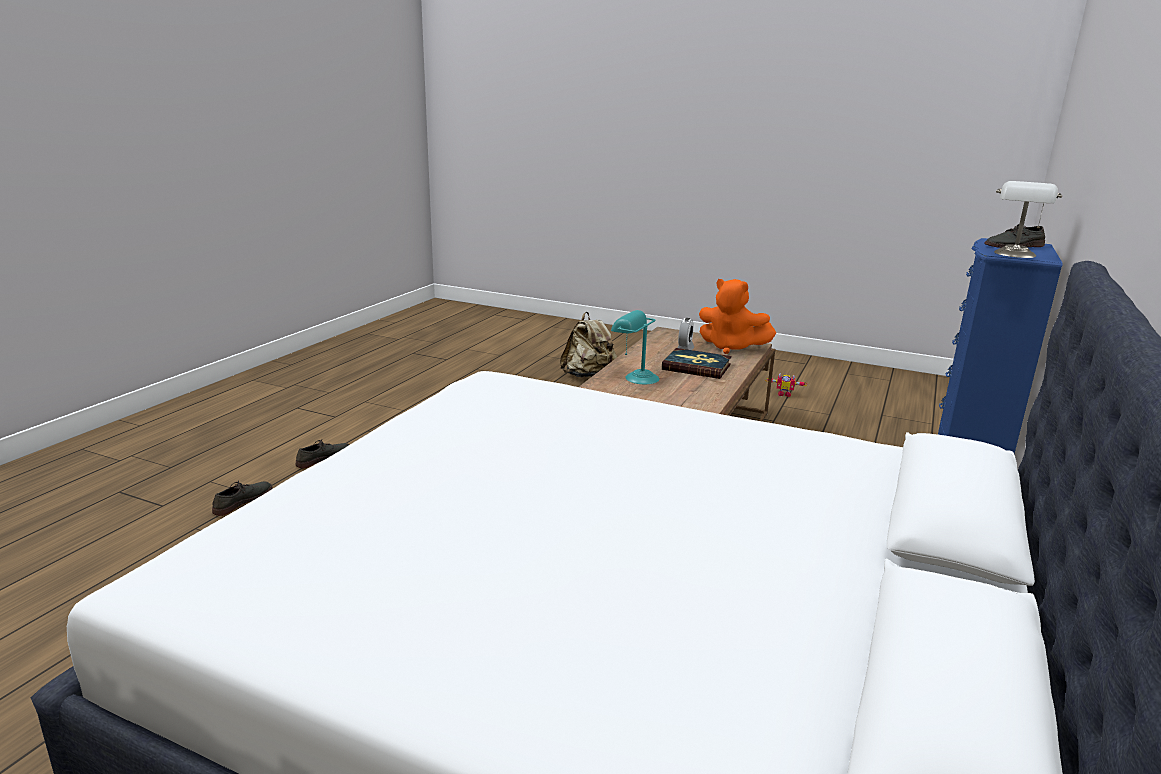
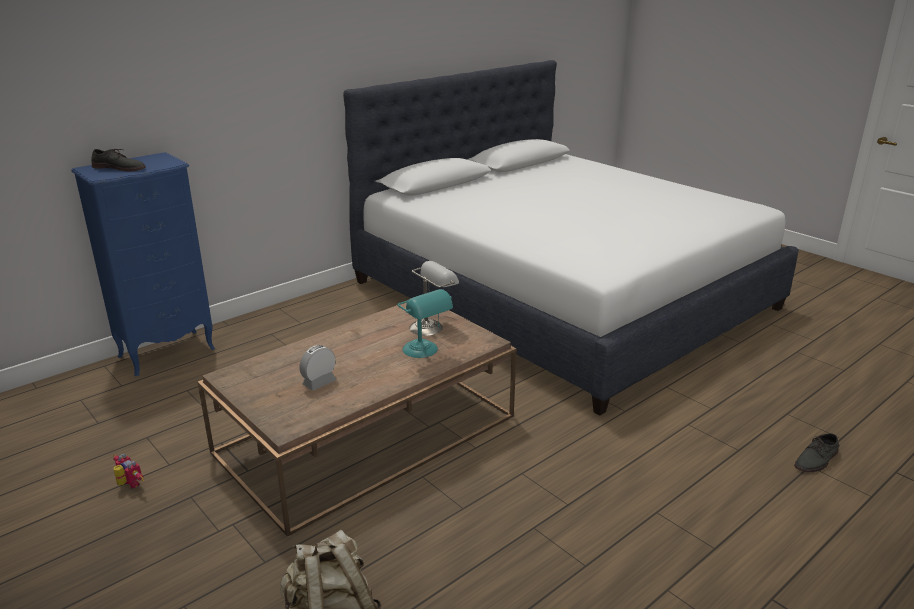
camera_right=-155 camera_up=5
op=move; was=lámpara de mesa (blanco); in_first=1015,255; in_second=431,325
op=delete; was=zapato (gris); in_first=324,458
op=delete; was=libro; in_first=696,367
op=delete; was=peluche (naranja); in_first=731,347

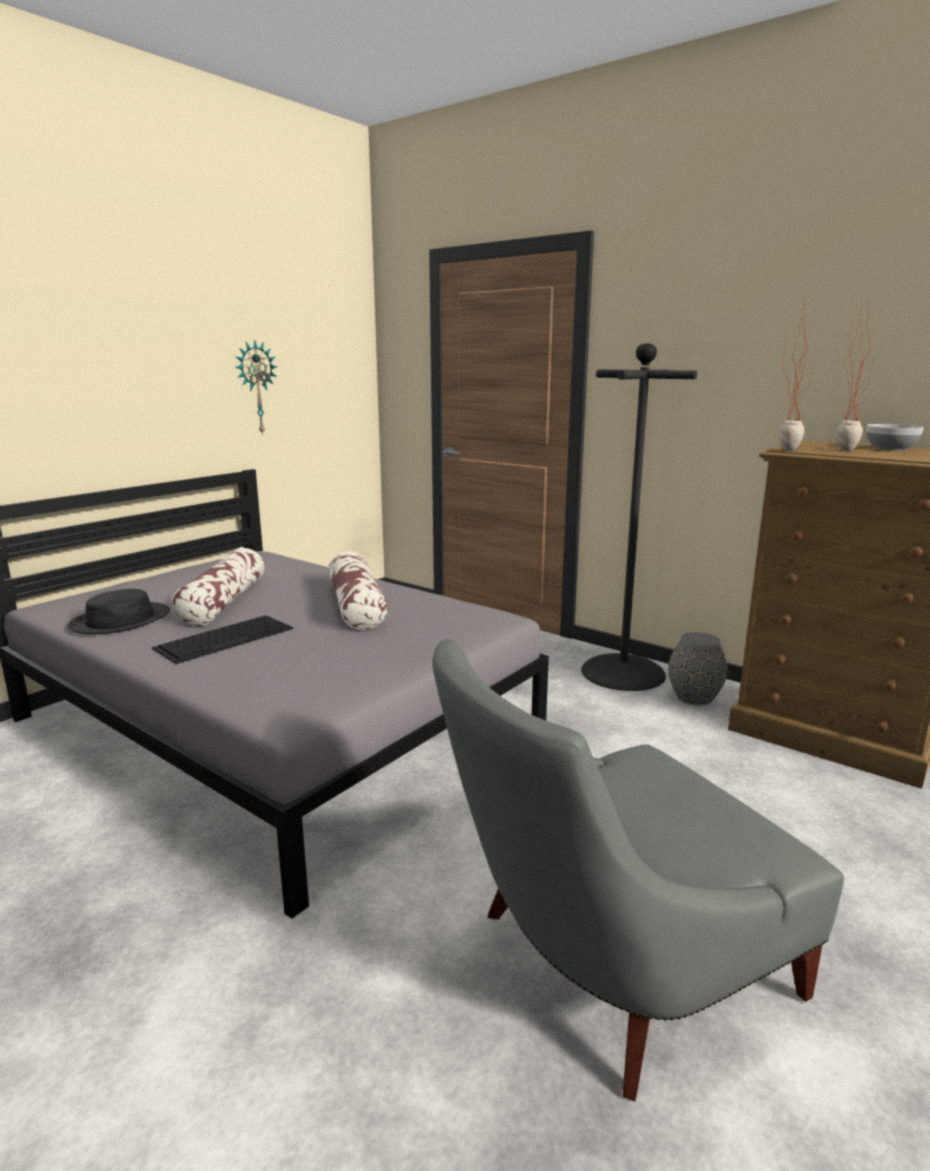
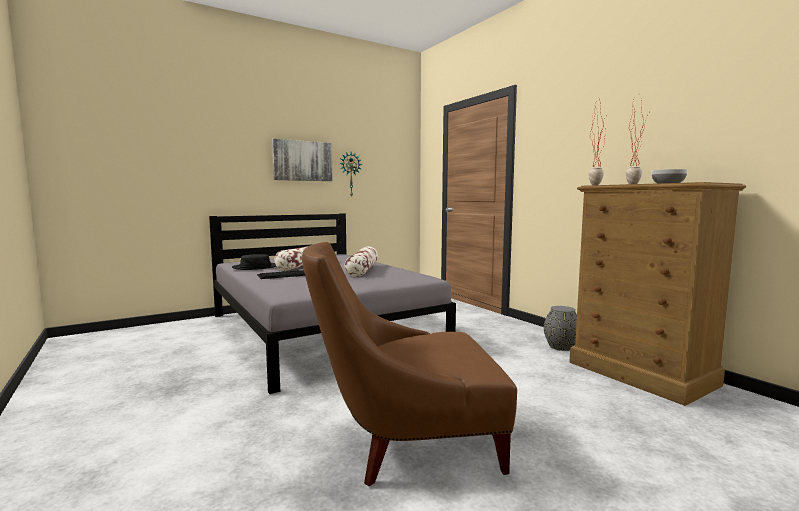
camera_right=20 camera_up=-10
op=insert; now=cuadro; in_second=302,161
op=recolor; was=sillón (gris); now=sillón (marrón); in_first=611,964; in_second=405,438
op=delete; was=perchero (negro); in_first=623,672

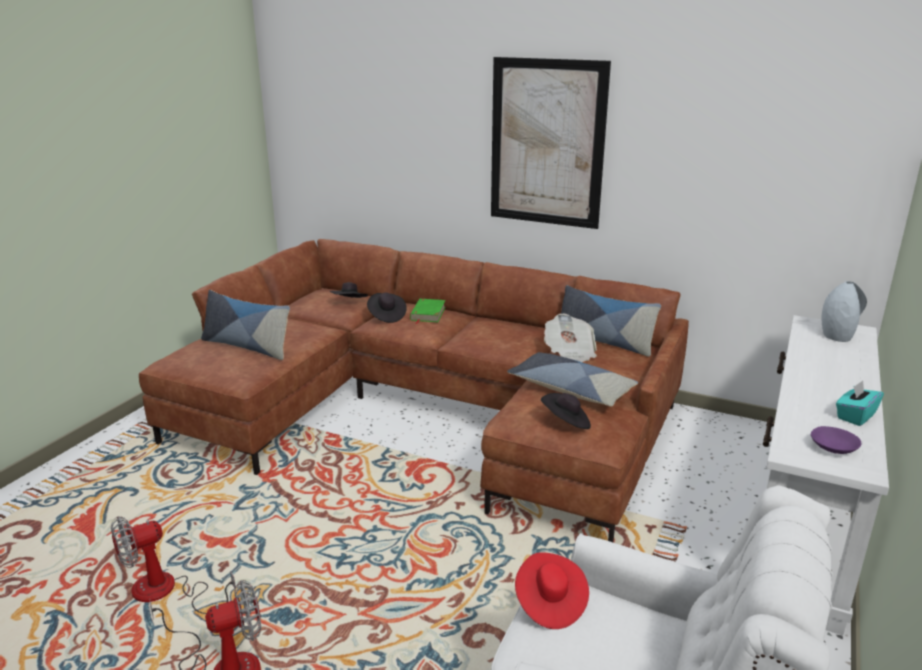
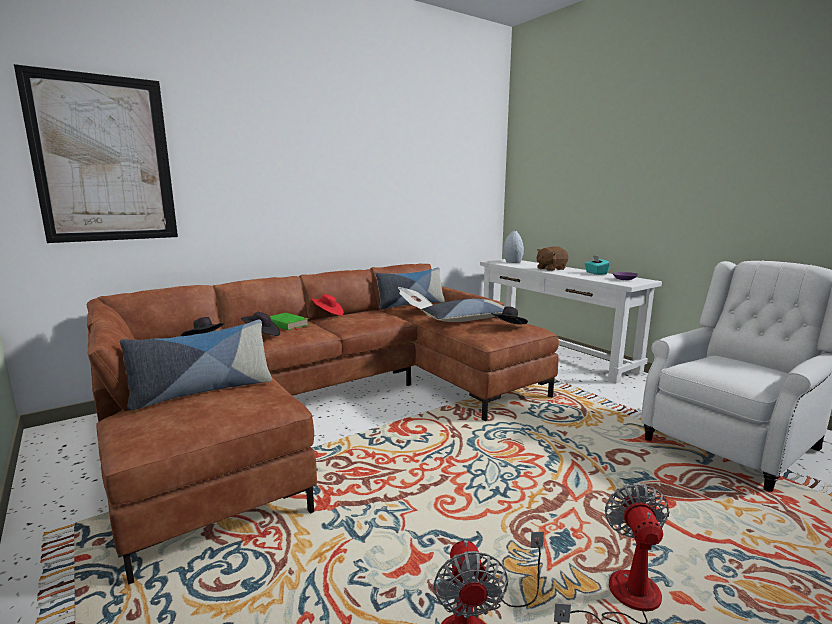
camera_right=-60 camera_up=-10
op=move; was=cuadro; in_first=547,143; in_second=104,160
op=move; was=sombrero (rojo); in_first=549,603; in_second=328,314
op=insert; now=peluche (marrón); in_second=550,269

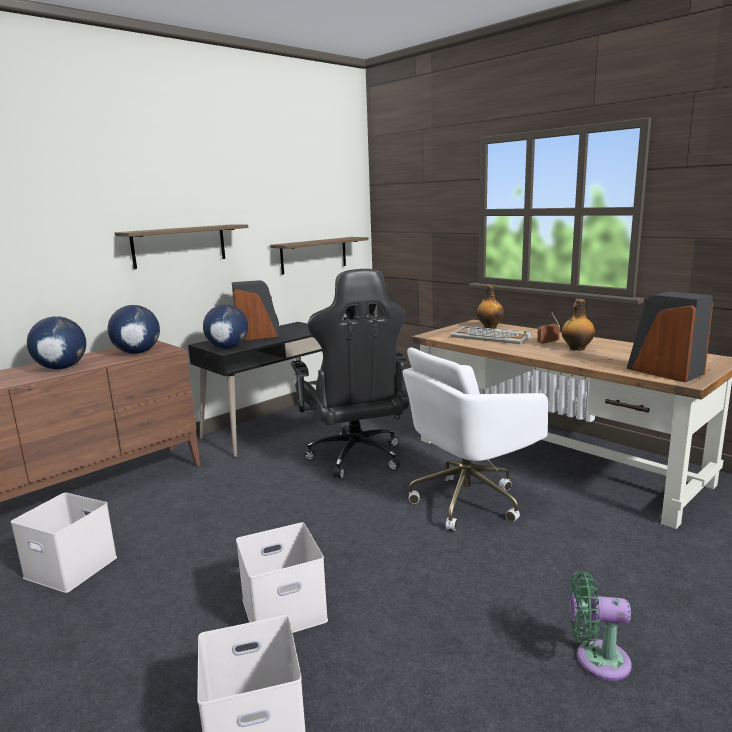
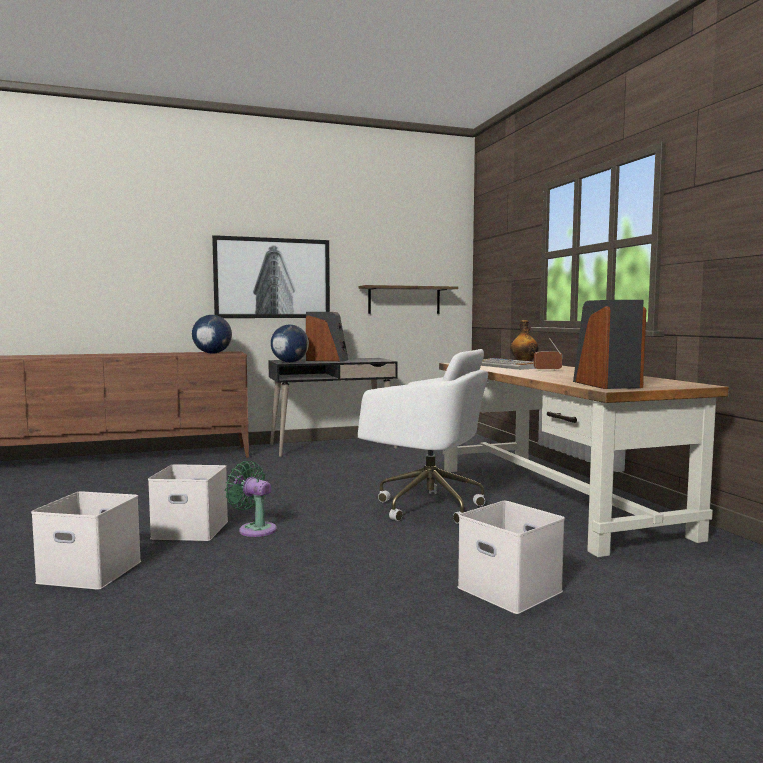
camera_right=25 camera_up=-10
op=replace; was=estante; now=cuadro; in_first=179,245; in_second=272,278
op=move; was=ventilador (verde); in_first=596,659; in_second=254,529
op=rotate; was=silla de oficina (blanco); in_first=470,501; in_second=424,507; clockwise=-150
op=move; was=caja de almacenaje (blanco); in_first=73,567; in_second=512,589
op=delete; was=globo terráqueo; in_first=61,368
op=delete; was=silla de oficina (negro); in_first=354,454
op=delete; was=botella; in_first=576,349

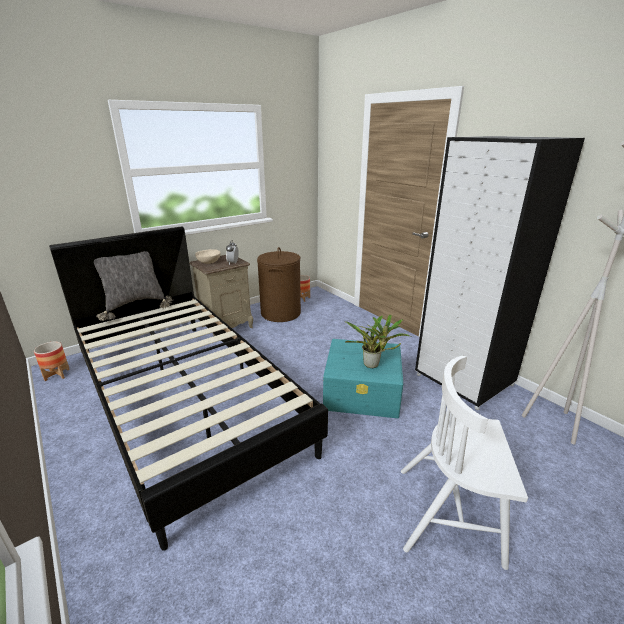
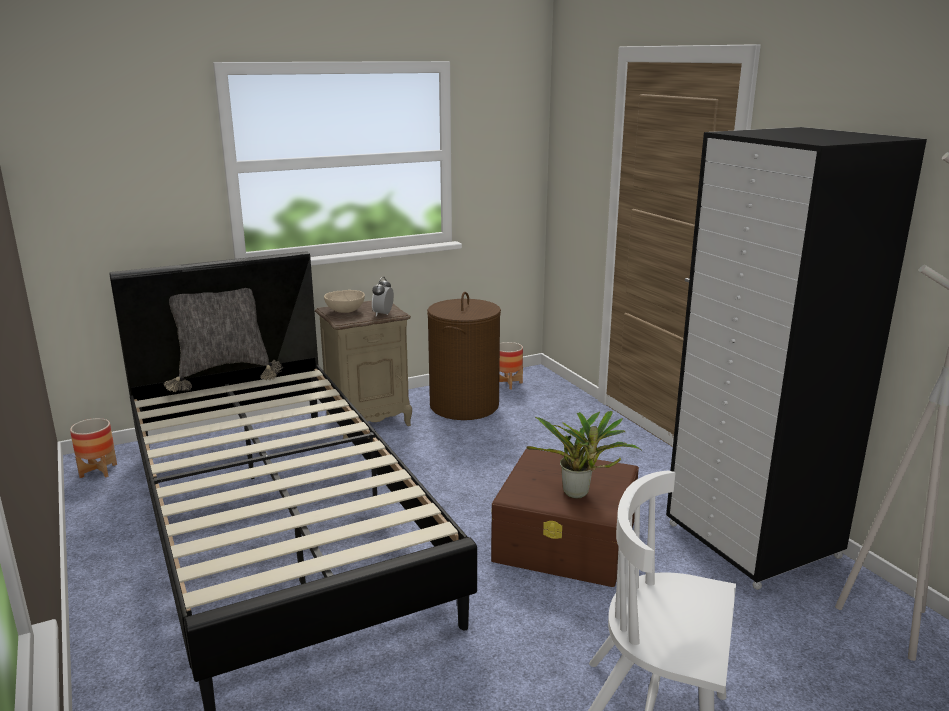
camera_right=10 camera_up=-5
op=recolor; was=caja de almacenaje (turquesa); now=caja de almacenaje (marrón); in_first=362,391; in_second=566,540

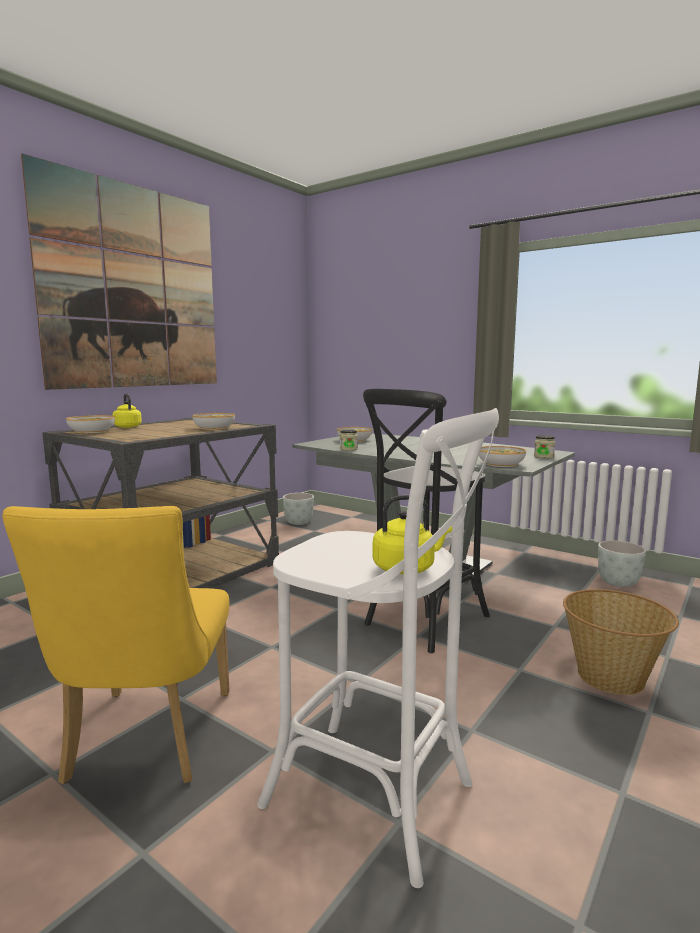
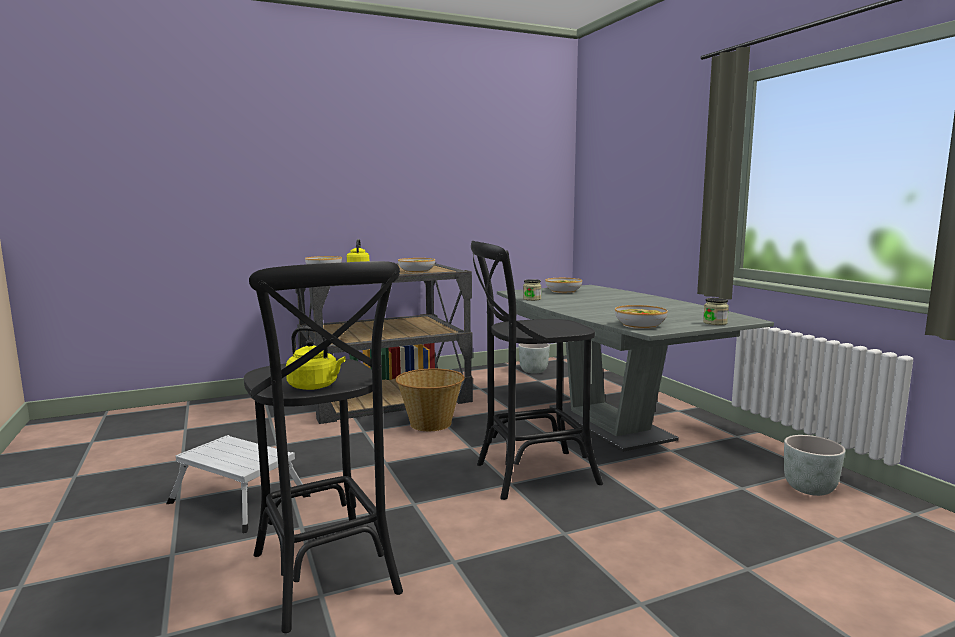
camera_right=30 camera_up=0
op=replace; was=silla (amarillo); now=escalera de tijera (blanco); in_first=145,743; in_second=238,499
op=recolor; was=taburete (blanco); now=taburete (negro); in_first=377,799; in_second=326,577
op=move; was=cesta; in_first=612,677; in_second=431,424
op=delete; was=cuadro; in_first=134,288

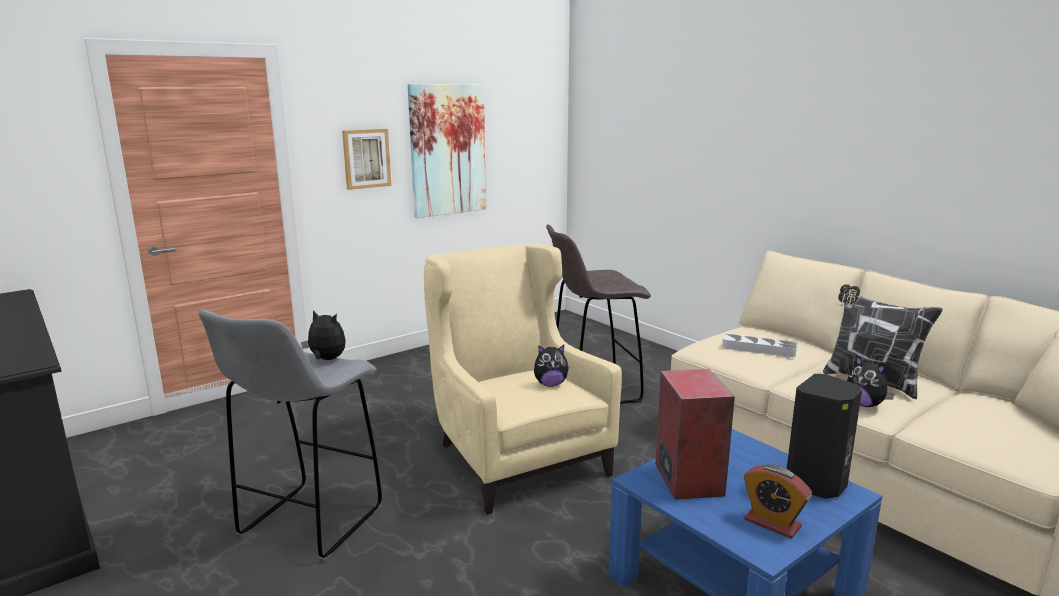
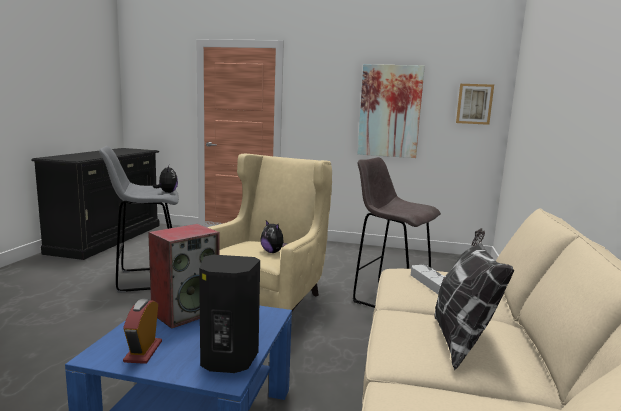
camera_right=50 camera_up=-5
op=move; was=cuadro; in_first=366,158; in_second=474,104
op=delete; was=peluche; in_first=865,404

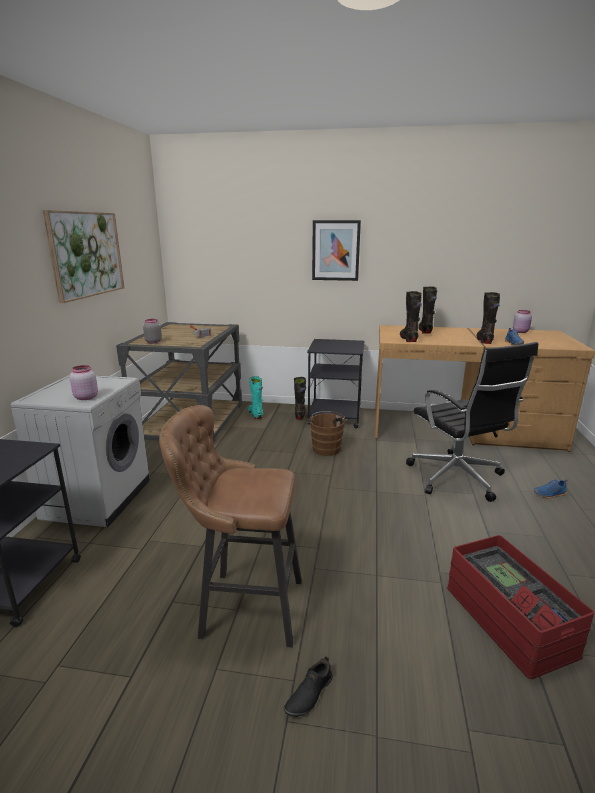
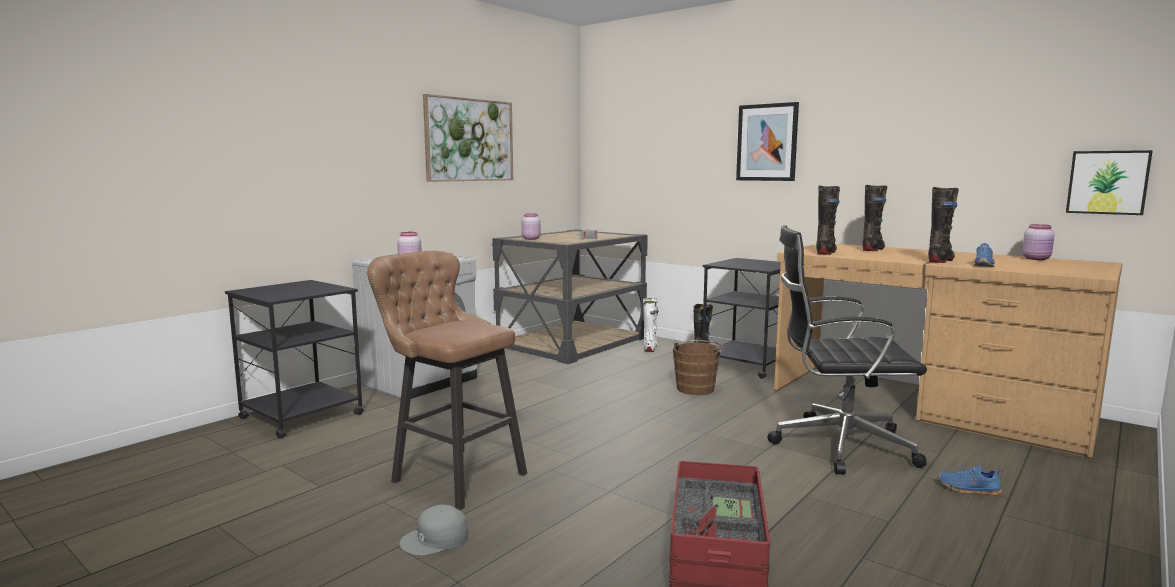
camera_right=30 camera_up=-10
op=replace; was=zapato (negro); now=gorra (gris); in_first=309,694; in_second=435,539
op=recolor; was=tarro (gris); now=tarro (rosa); in_first=153,342; in_second=530,239
op=recolor; was=bota (turquesa); now=bota (blanco); in_first=255,414; in_second=650,348
op=rotate; was=silla de oficina (negro); in_first=457,478; in_second=838,445; clockwise=90
op=insert; now=cuadro; in_second=1107,182

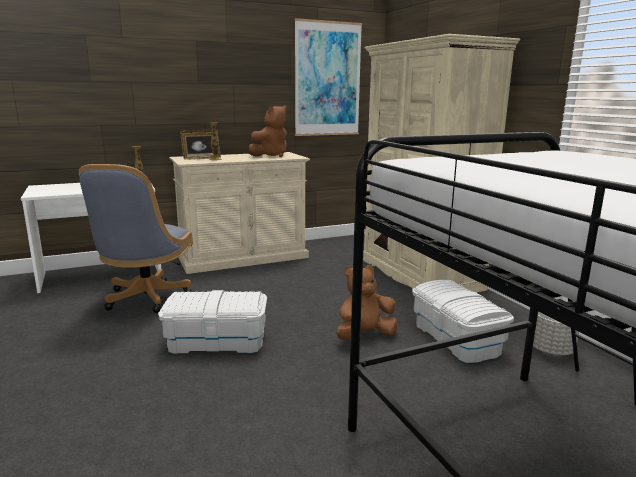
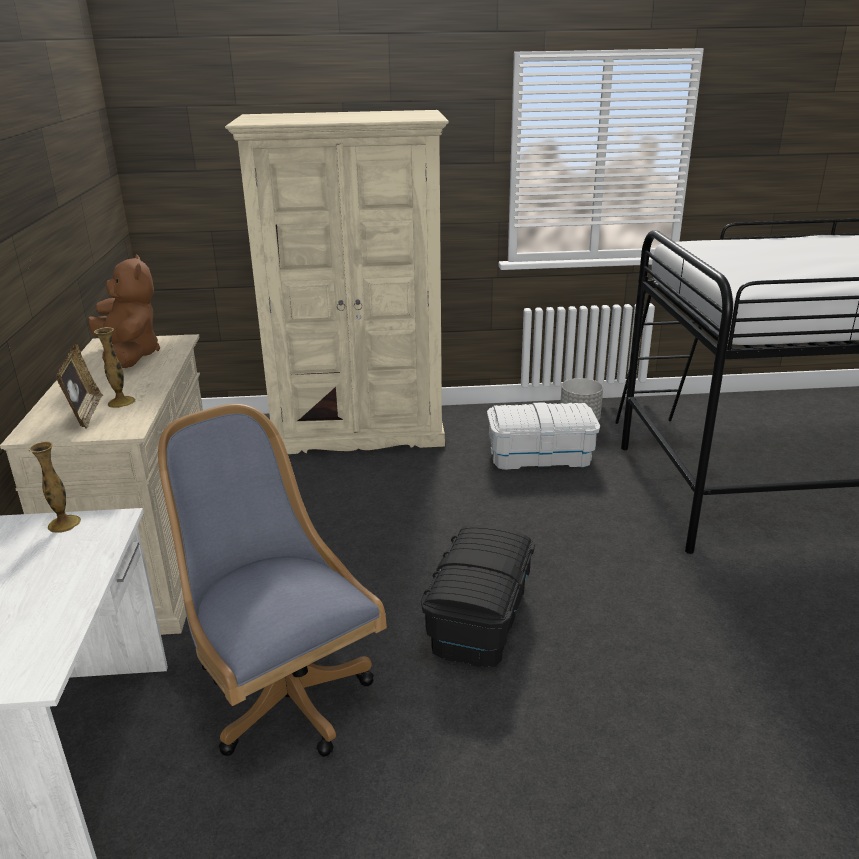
camera_right=-70 camera_up=10
op=rotate; was=silla de oficina (azul); in_first=144,301; in_second=282,692; clockwise=-150
op=recolor; was=caja de almacenaje (blanco); now=caja de almacenaje (negro); in_first=217,341; in_second=479,618
op=delete; was=cuadro; in_first=327,79
op=delete; was=peluche (marrón); in_first=364,336

